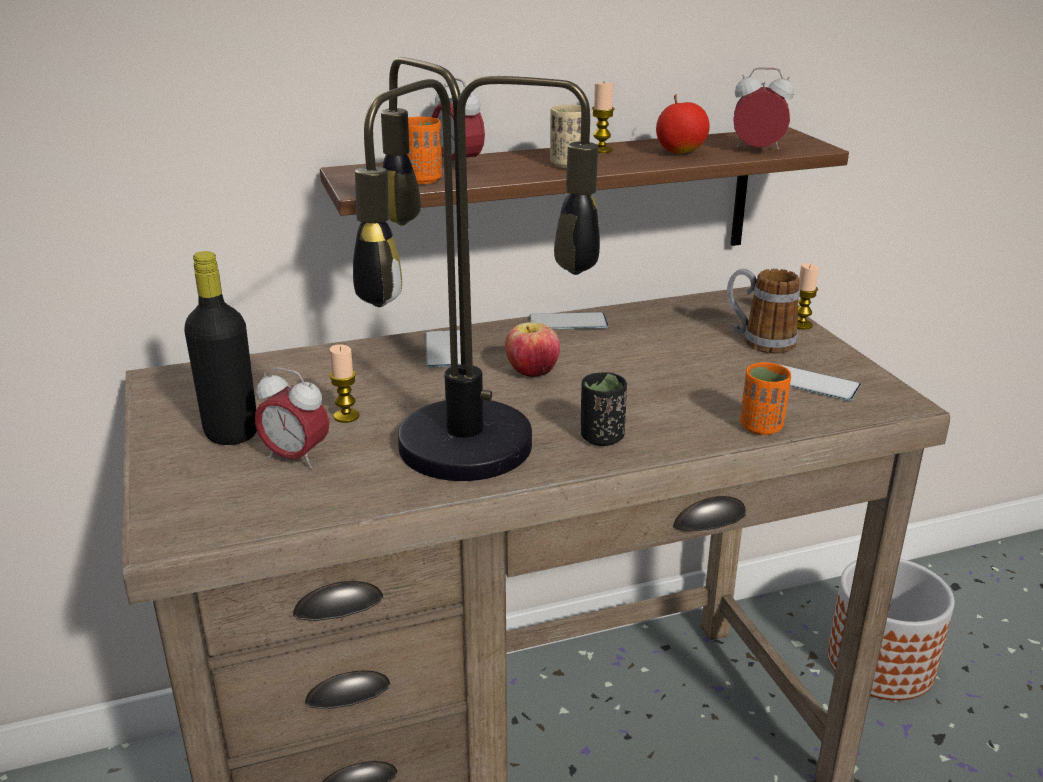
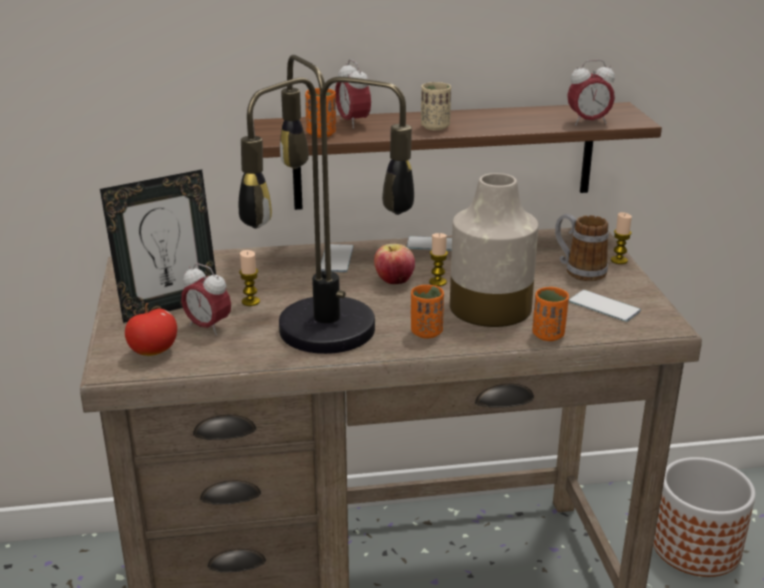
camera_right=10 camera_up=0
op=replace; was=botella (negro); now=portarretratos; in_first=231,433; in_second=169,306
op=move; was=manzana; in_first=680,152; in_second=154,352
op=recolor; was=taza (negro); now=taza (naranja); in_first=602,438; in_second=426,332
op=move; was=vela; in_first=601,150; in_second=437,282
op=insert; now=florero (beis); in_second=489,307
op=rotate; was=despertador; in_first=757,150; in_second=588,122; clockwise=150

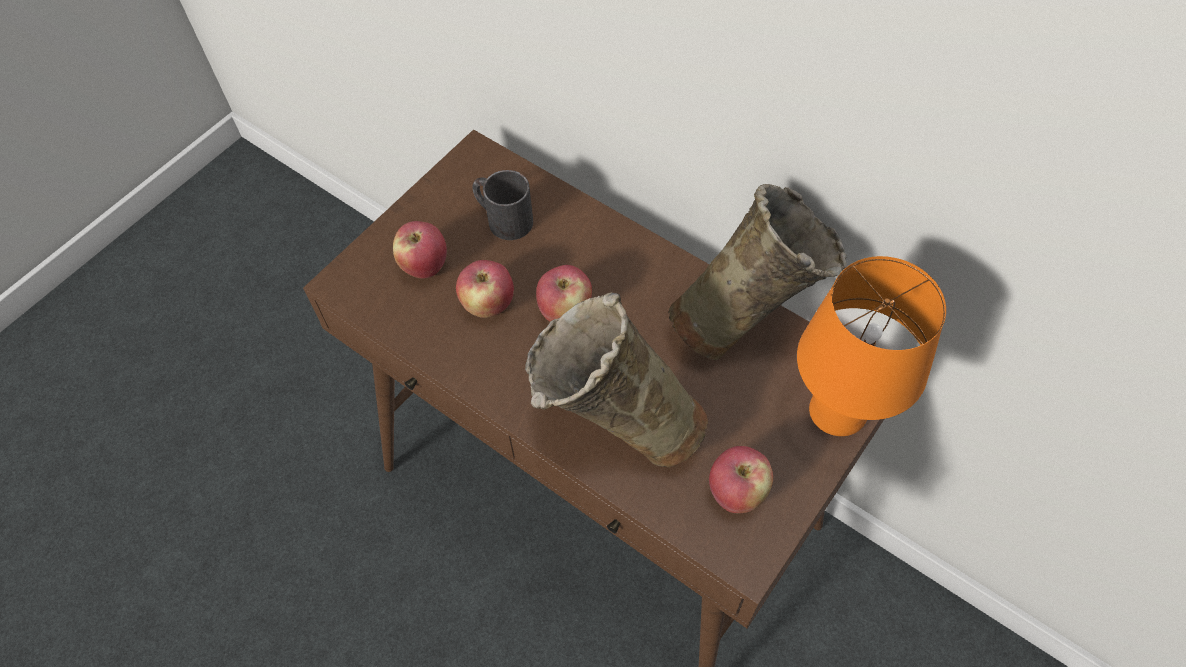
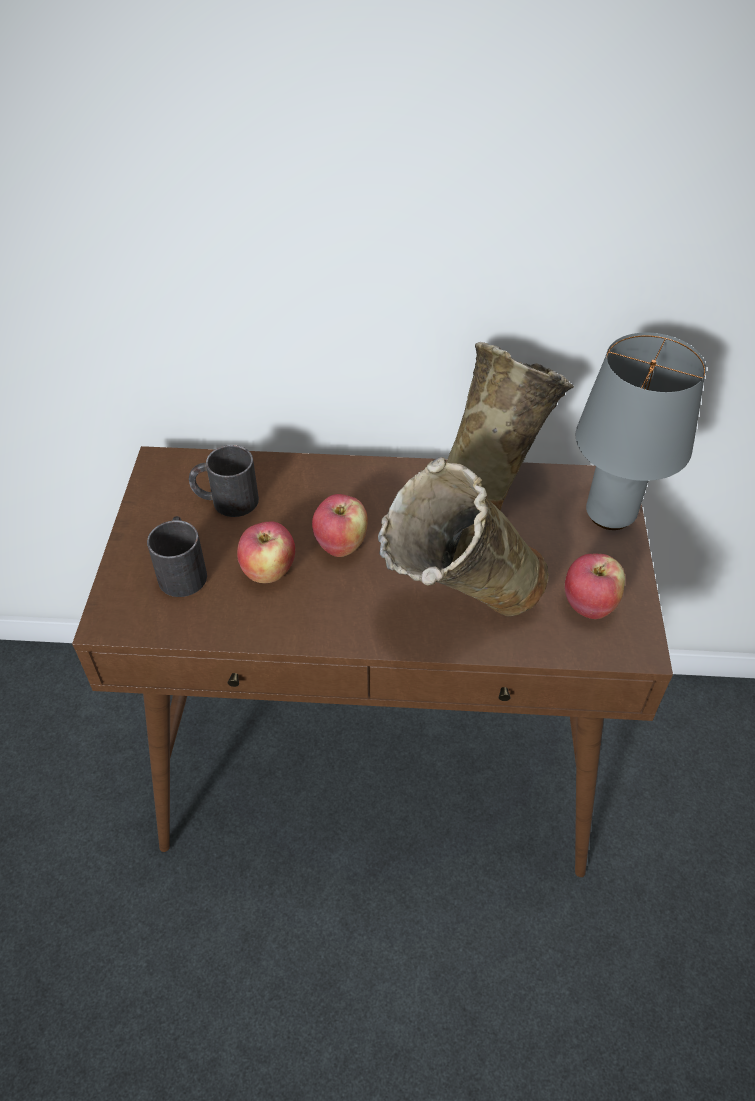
camera_right=-35 camera_up=-10
op=replace; was=manzana; now=taza grande (negro); in_first=424,266; in_second=183,569
op=recolor; was=lámpara de mesa (naranja); now=lámpara de mesa (gris); in_first=838,414; in_second=611,513

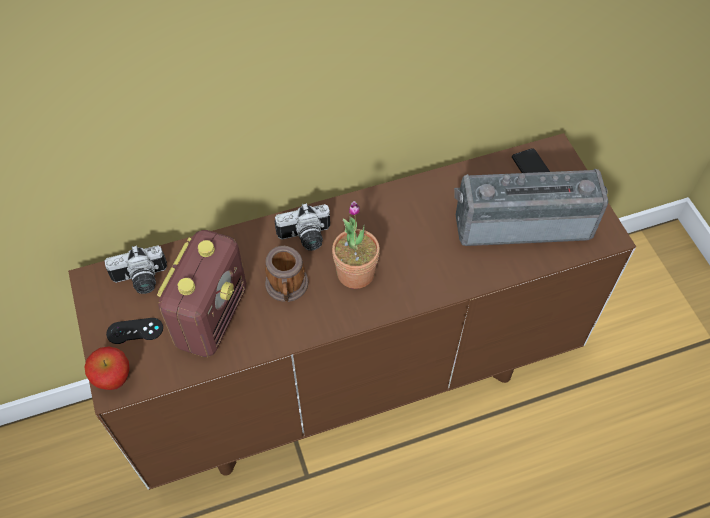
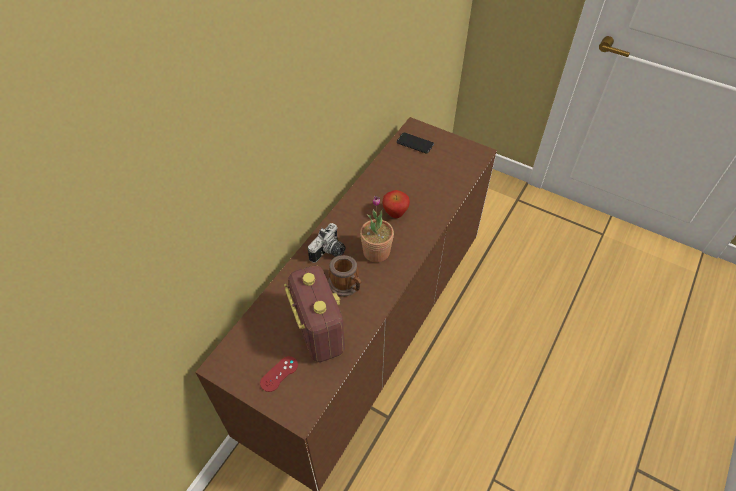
camera_right=-40 camera_up=-5
op=recolor; was=mando de consola (negro); now=mando de consola (rojo); in_first=135,331; in_second=279,374
op=move; was=manzana; in_first=114,380; in_second=395,214
op=delete; was=cámara; in_first=141,281
op=delete; was=radio; in_first=522,221

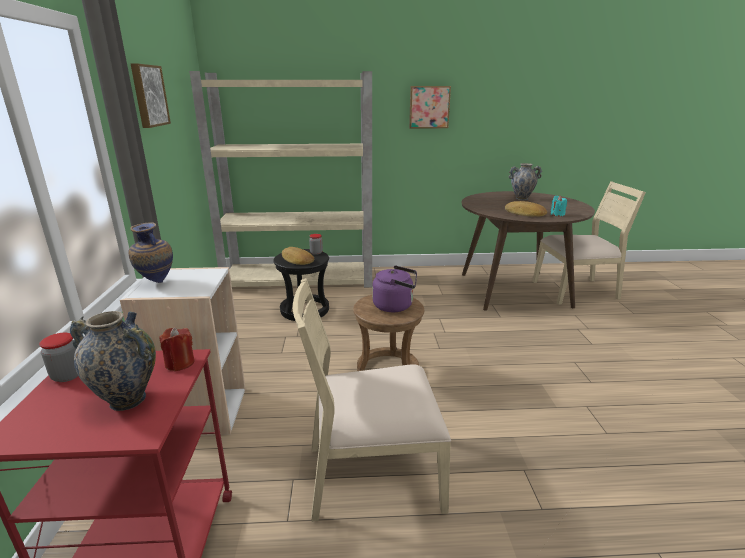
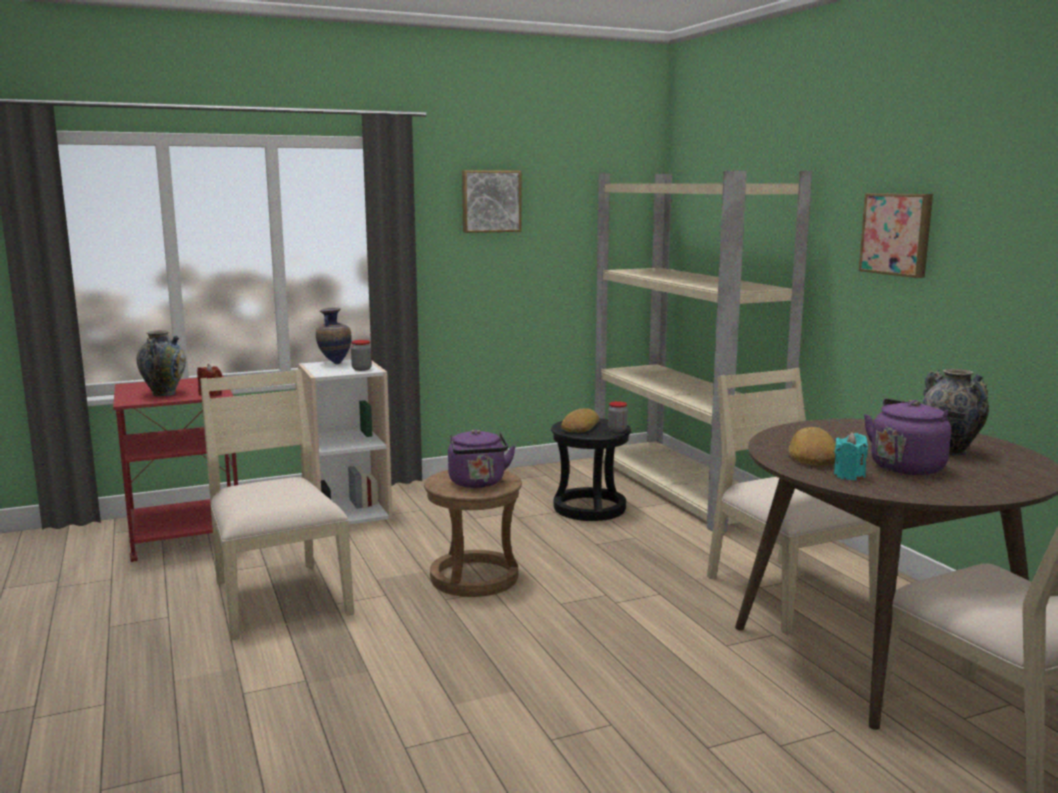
camera_right=70 camera_up=-10
op=move; was=tarro; in_first=67,375; in_second=361,369
op=insert; now=silla (beis); in_second=786,593
op=insert; now=hervidor (morado); in_second=909,466

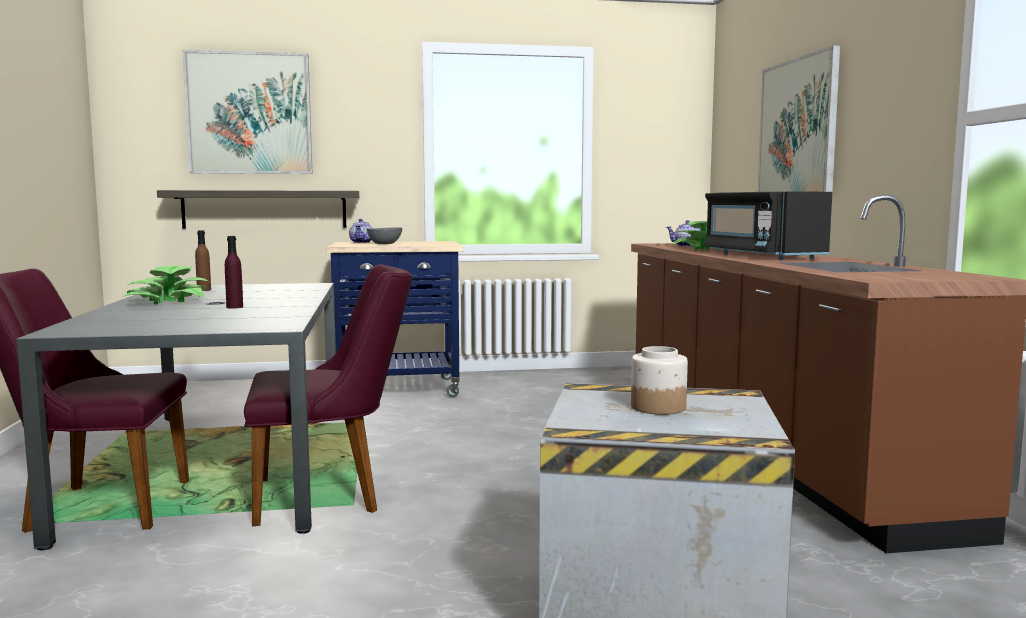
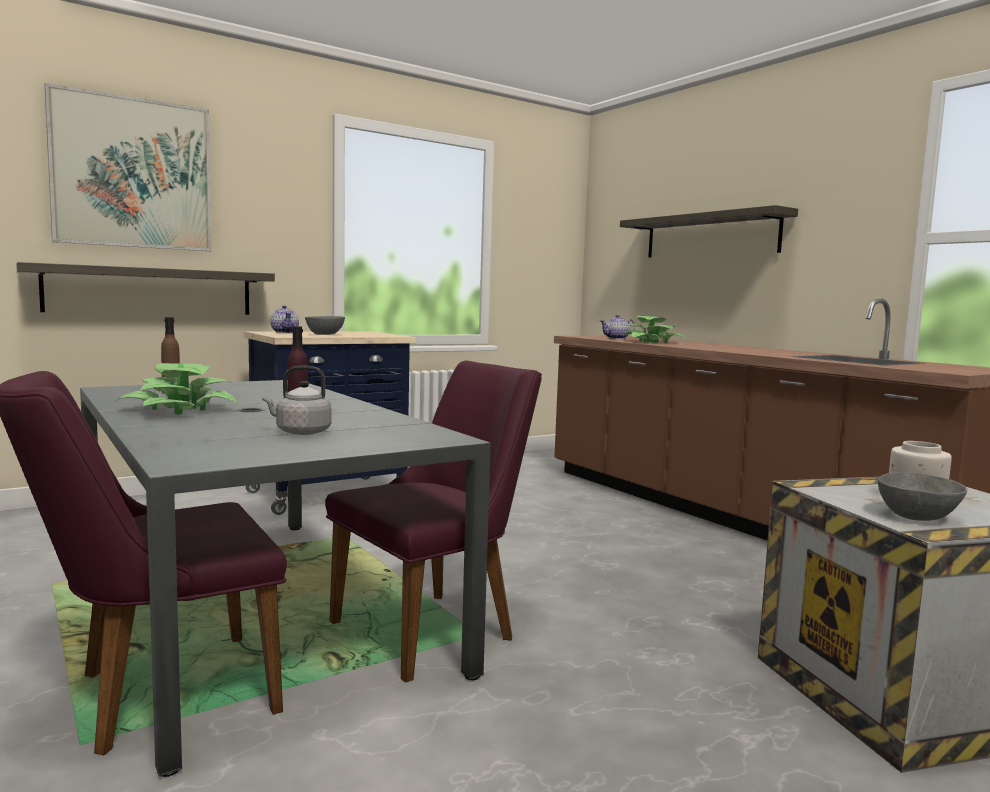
camera_right=-25 camera_up=0
op=insert; now=hervidor (gris); in_second=300,432
op=replace; was=cuadro; now=estante; in_first=798,128; in_second=710,236
op=insert; now=cuenco (gris); in_second=918,517
op=delete; was=microondas (negro); in_first=761,256

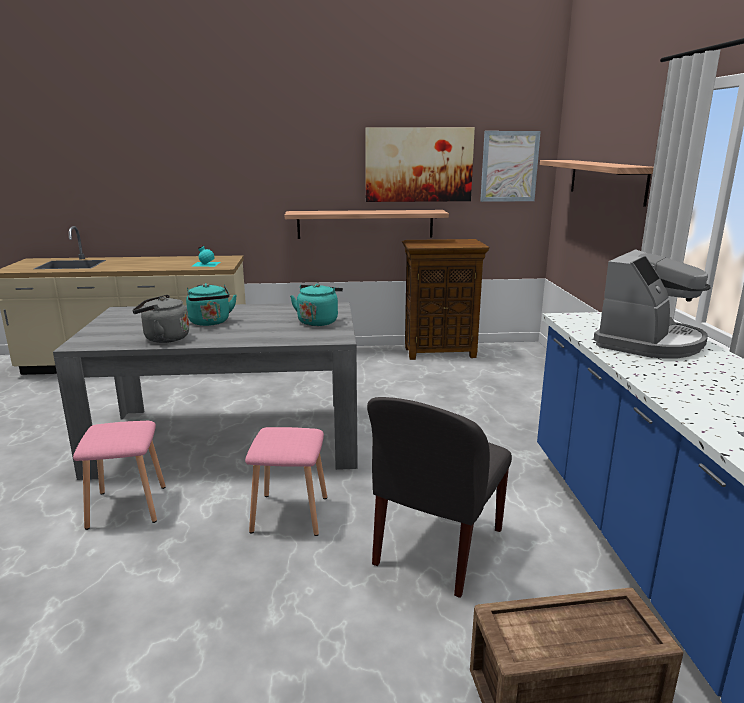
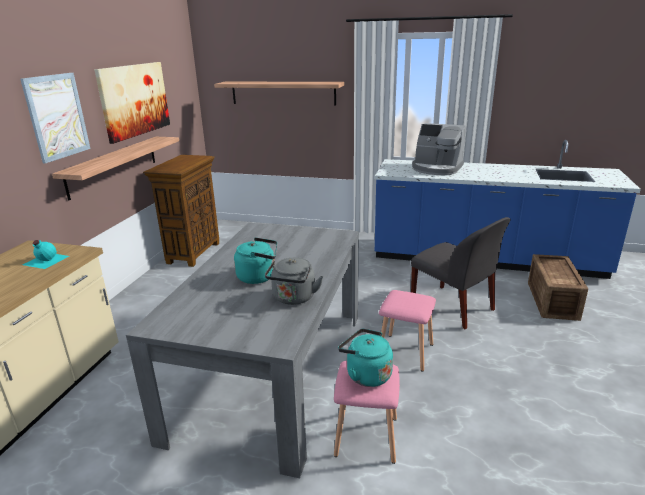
camera_right=-70 camera_up=5
op=move; was=cuadro; in_first=509,166; in_second=57,116
op=move; was=hervidor (turquesa); in_first=318,321; in_second=366,374
op=rotate; was=cafetera; in_first=649,343; in_second=436,169; clockwise=150

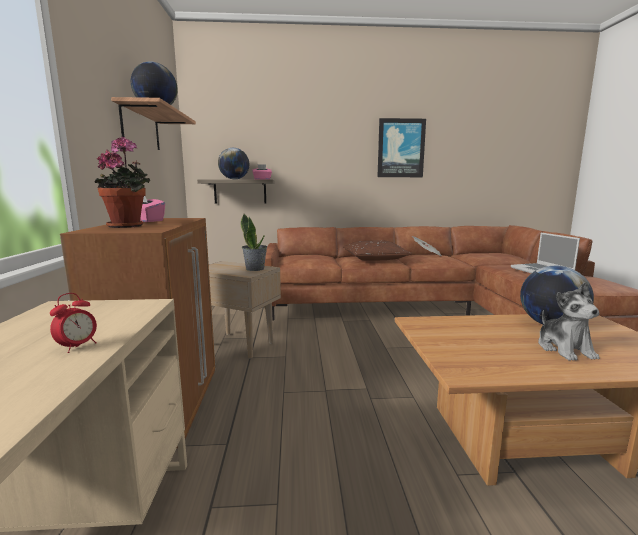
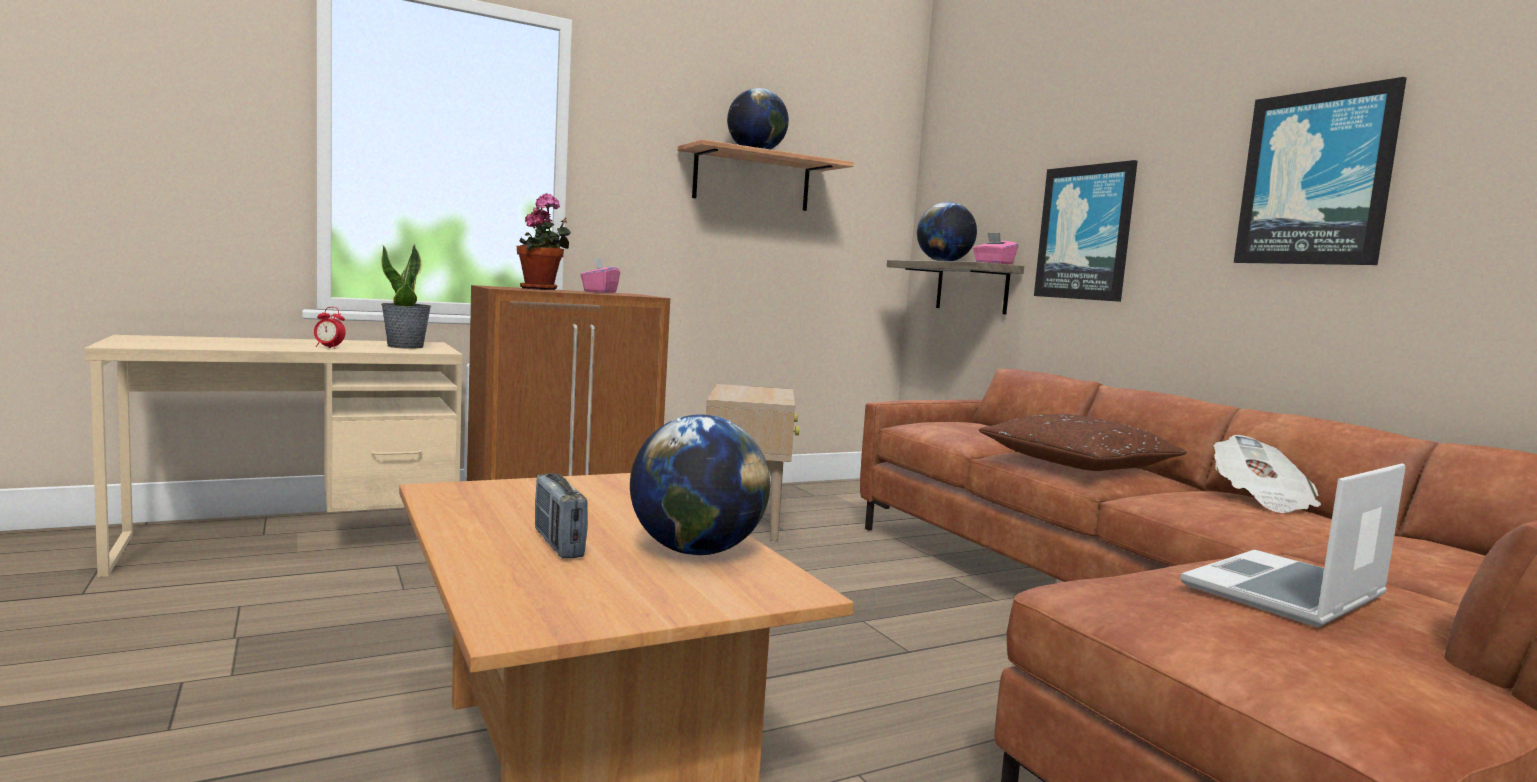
camera_right=65 camera_up=-5
op=move; was=planta en maceta; in_first=255,269; in_second=406,346
op=replace; was=peluche; now=radio; in_first=564,349; in_second=558,544
op=insert; now=cuadro; in_second=1085,232

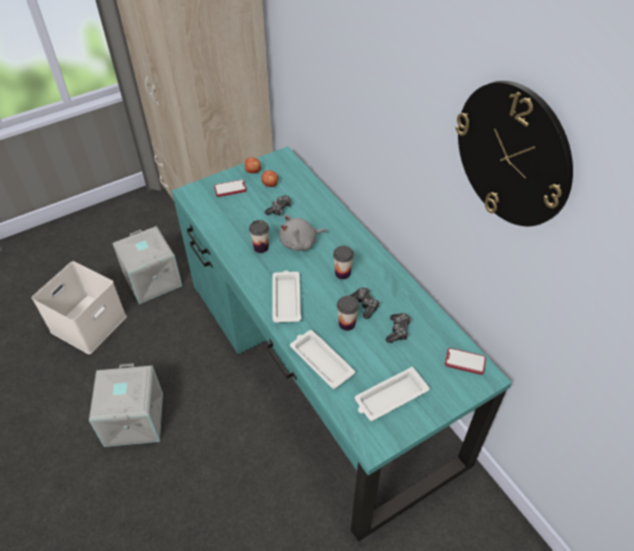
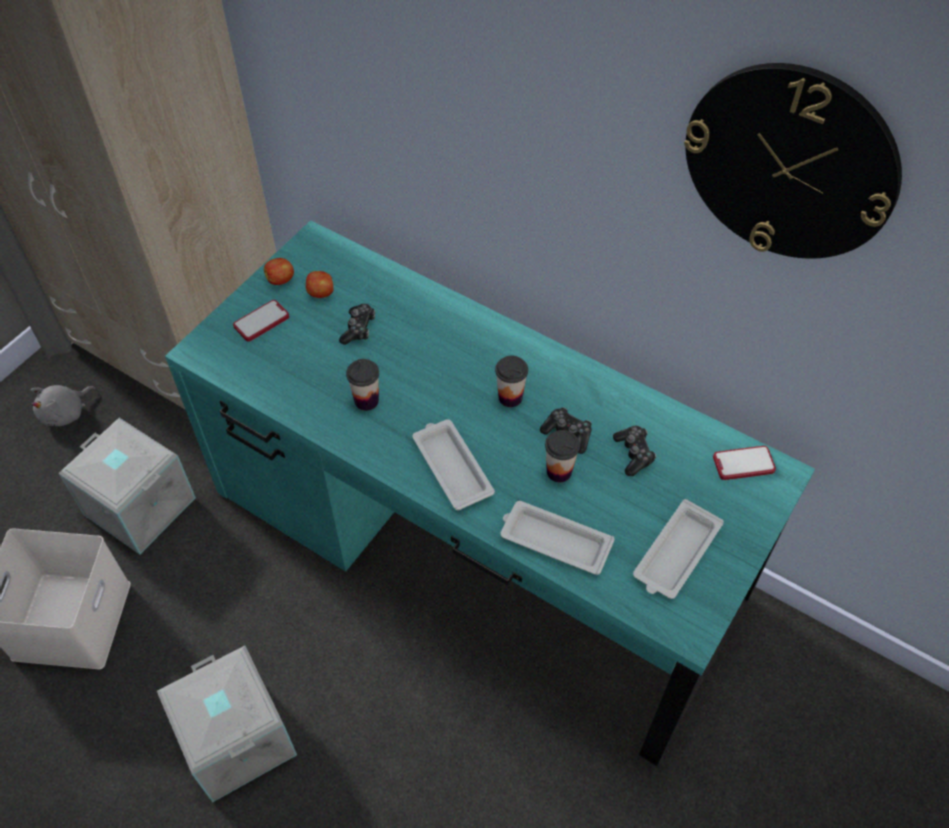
camera_right=-25 camera_up=5
op=move; was=peluche (gris); in_first=300,243; in_second=66,413

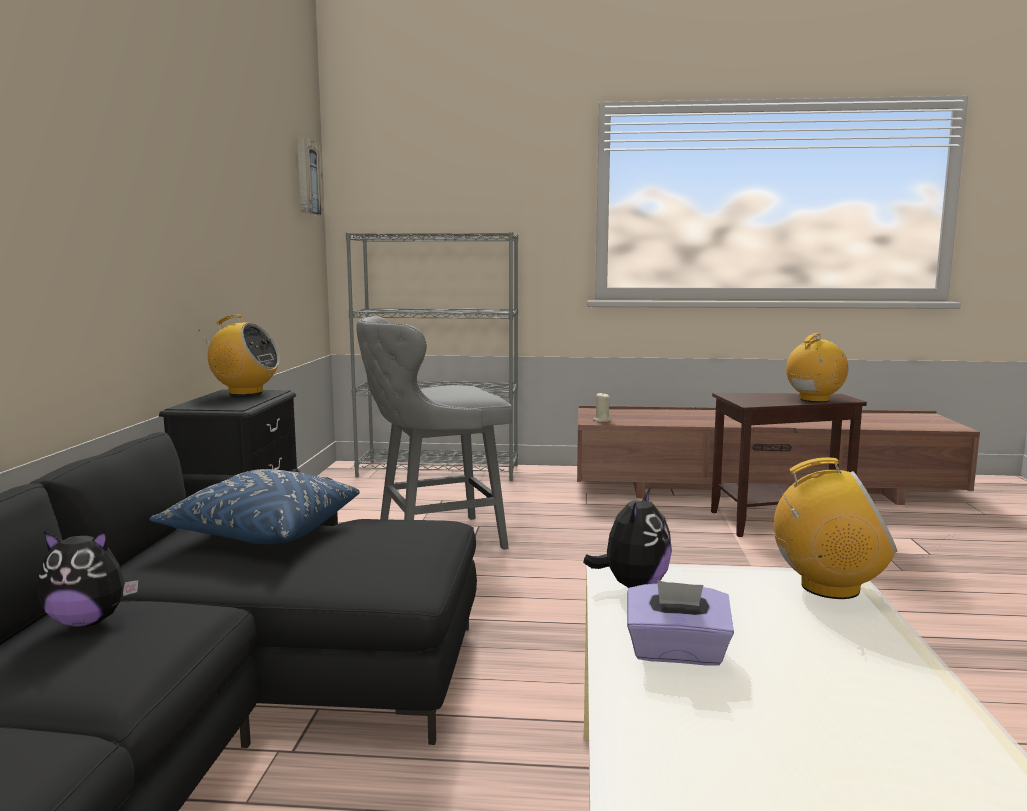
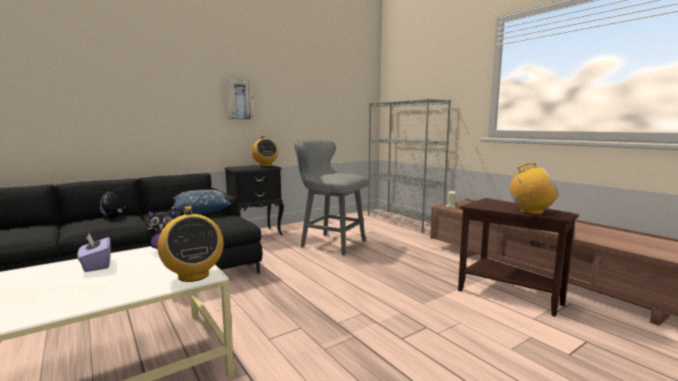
camera_right=50 camera_up=0
op=move; was=cuadro; in_first=307,177; in_second=239,99

